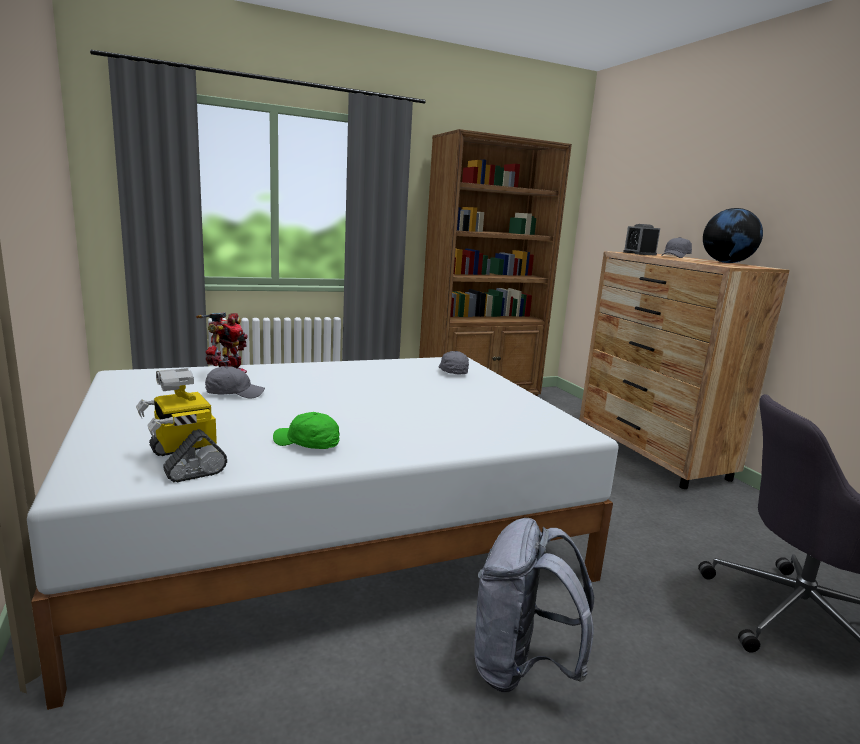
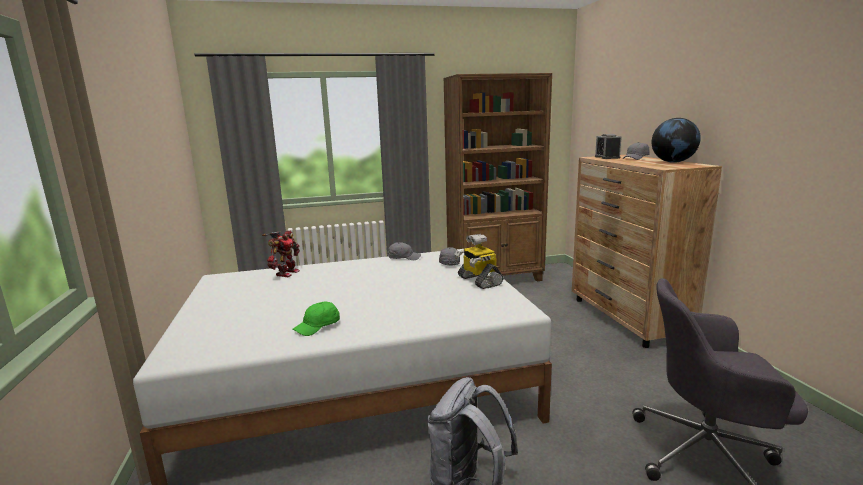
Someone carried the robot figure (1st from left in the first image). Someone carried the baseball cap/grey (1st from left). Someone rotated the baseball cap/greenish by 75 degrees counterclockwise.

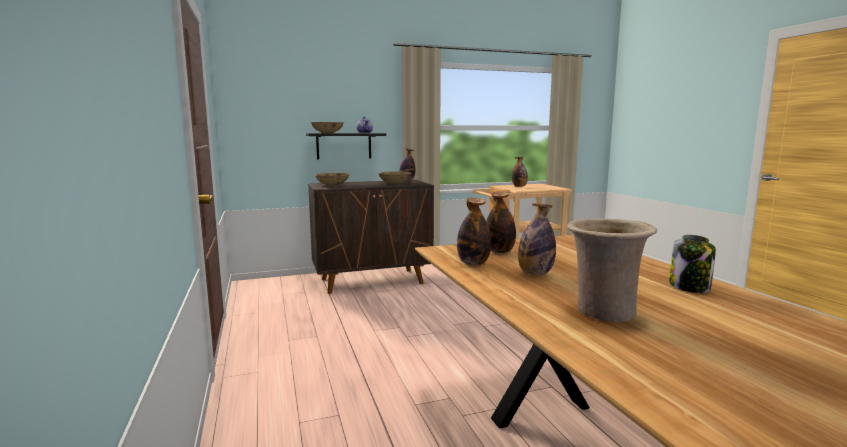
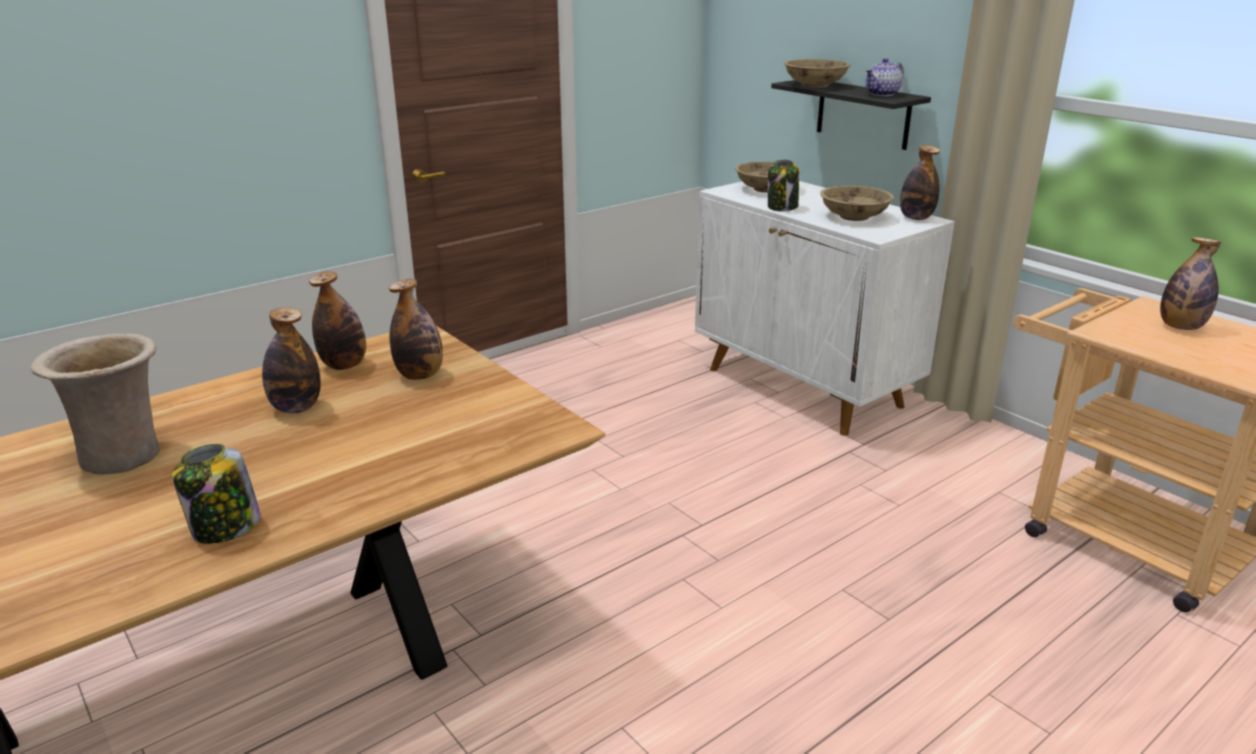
Someone repainted the cabinet/brown, which became the cabinet/white. Someone put down the storage jar (2nd from left).

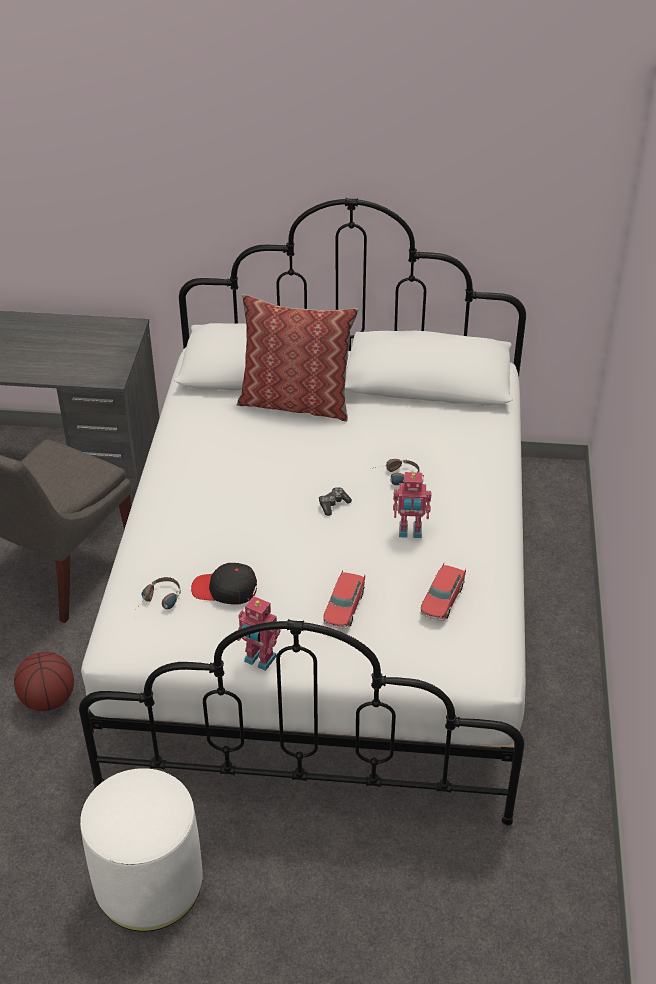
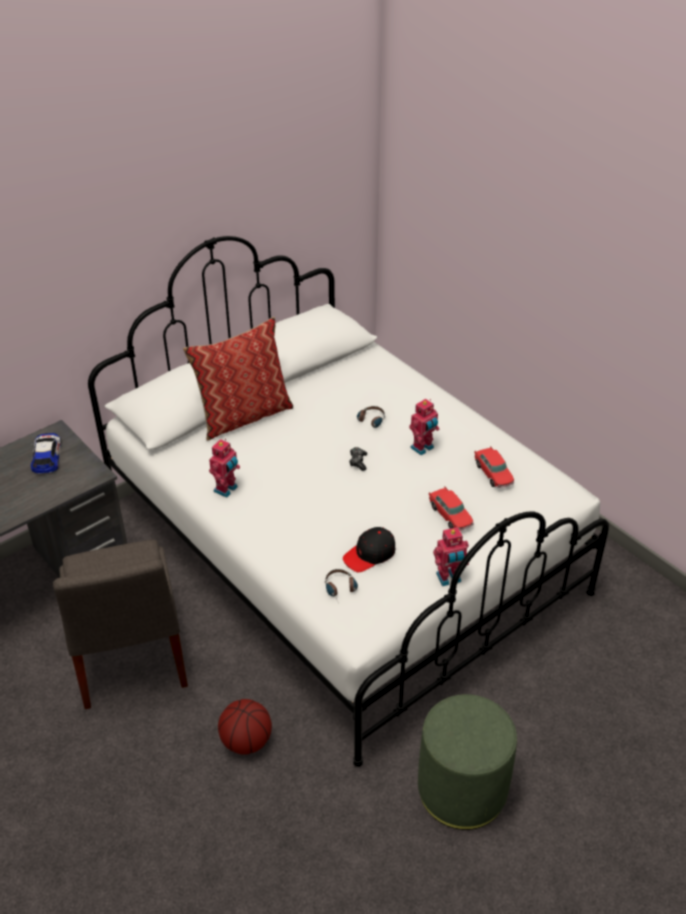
Someone repainted the footrest/white, which became the footrest/greenish. Someone put down the model car (1st from left). Someone put down the robot figure (1st from left).

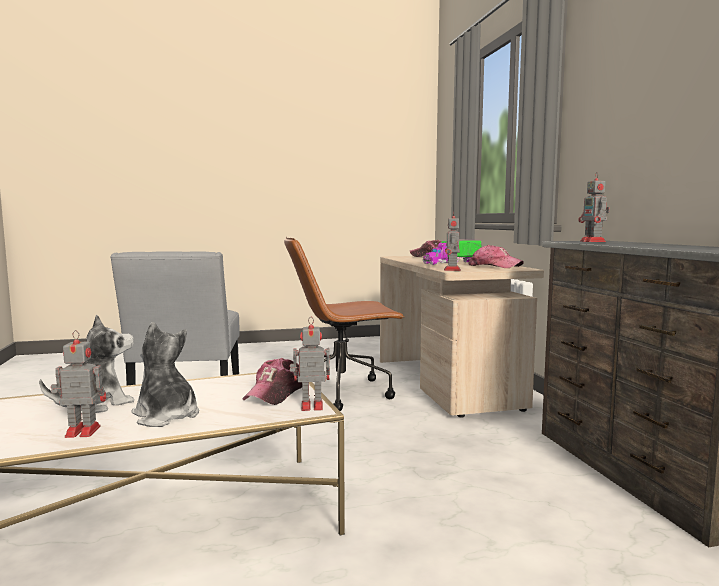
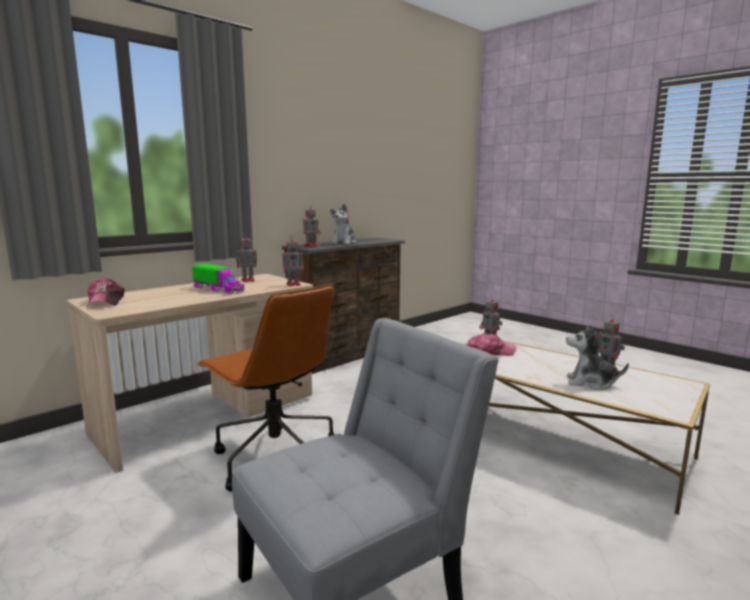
Someone carried the plush toy (2nd from left in the first image). Someone swapped the baseball cap (3rd from left) for the robot figure (1st from left).

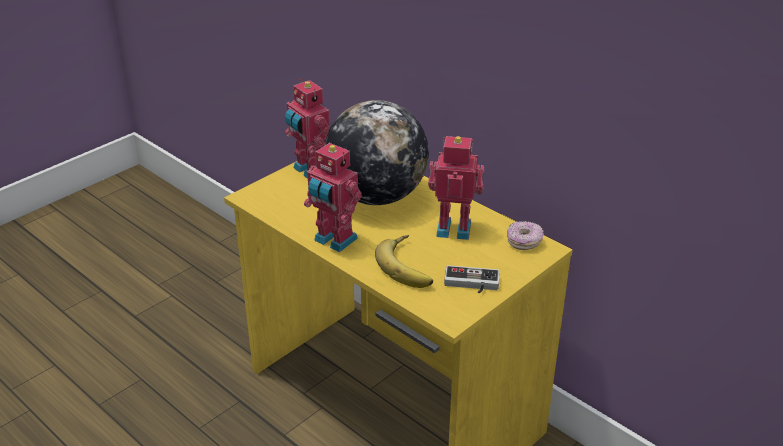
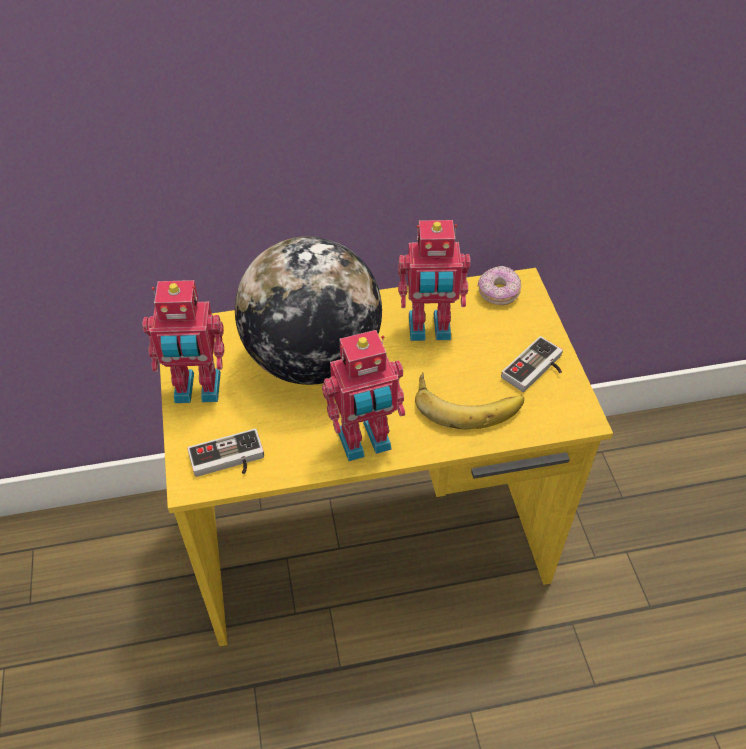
Someone rotated the robot figure (3rd from left) by 135 degrees counterclockwise. Someone put down the joypad (1st from left).

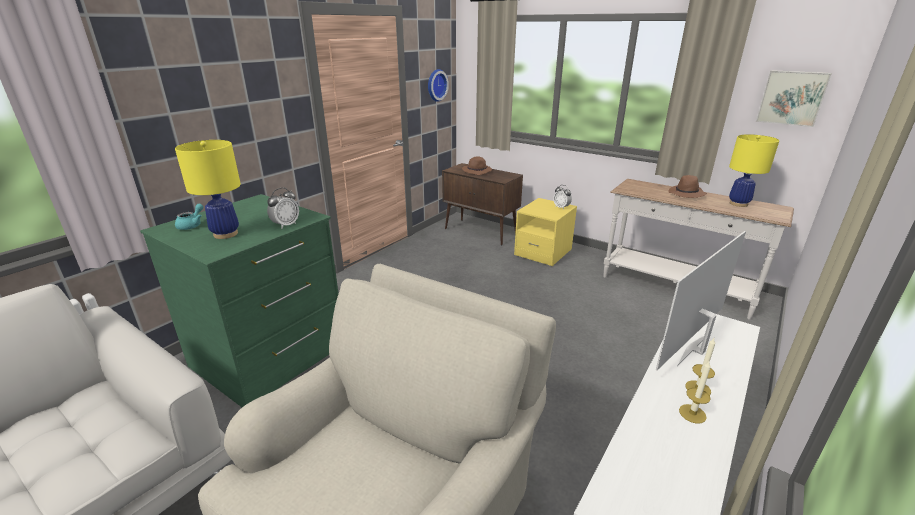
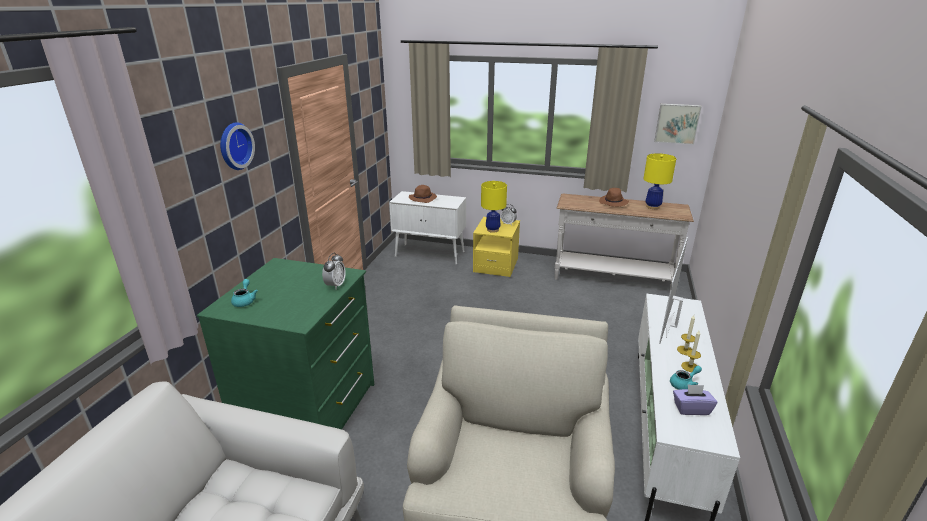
Someone carried the table lamp/yellow-coloured (1st from left). Someone carried the wall clock. Someone repainted the cabinet/brown, which became the cabinet/white. Someone put down the teapot/turquoise (2nd from left). Someone put down the box of tissues/purple.

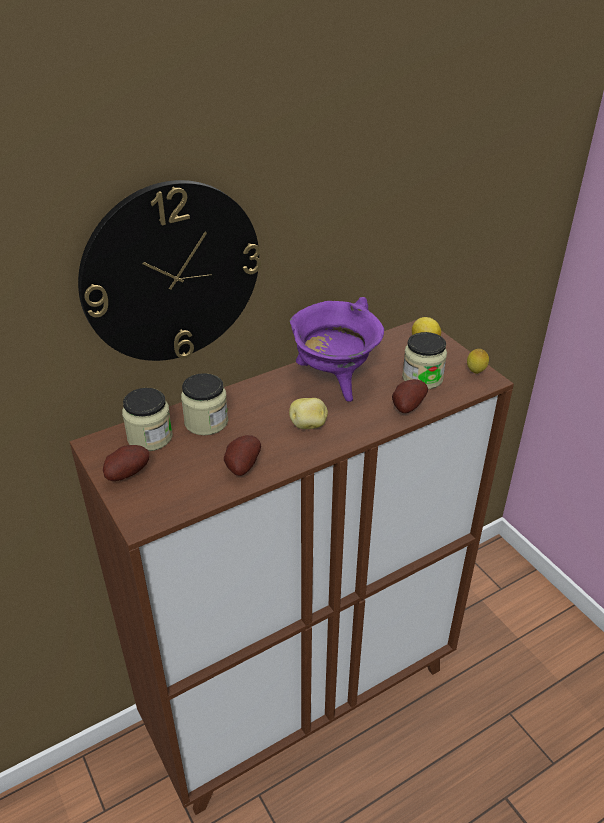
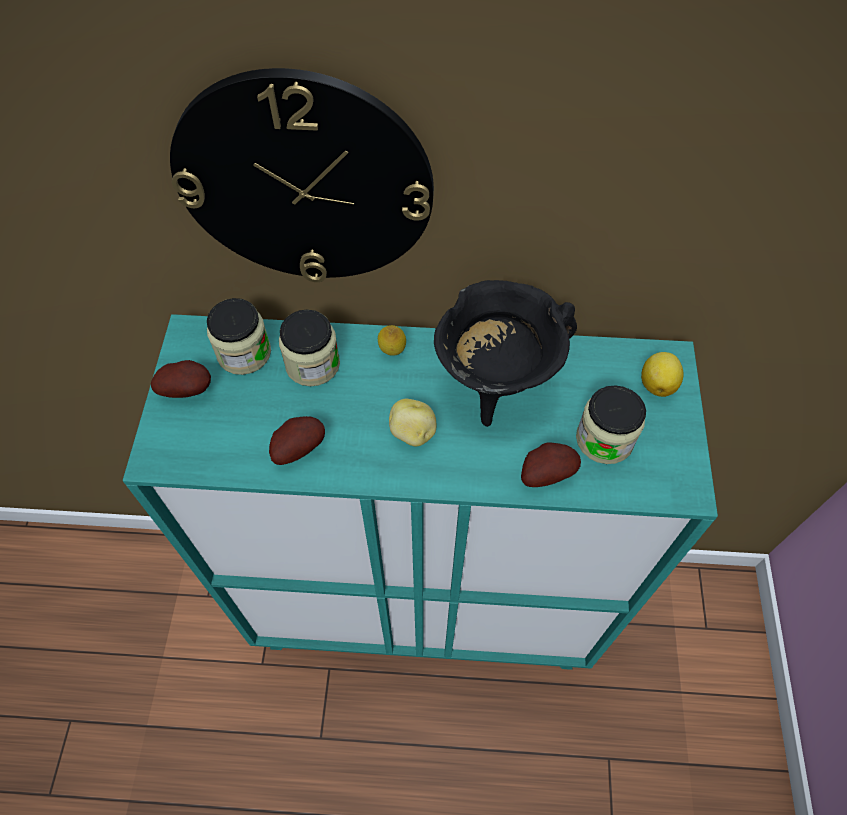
Someone repainted the cabinet/brown, which became the cabinet/turquoise. Someone repainted the stockpot/purple, which became the stockpot/black-coloured. Someone carried the whole lemon (2nd from left in the first image).

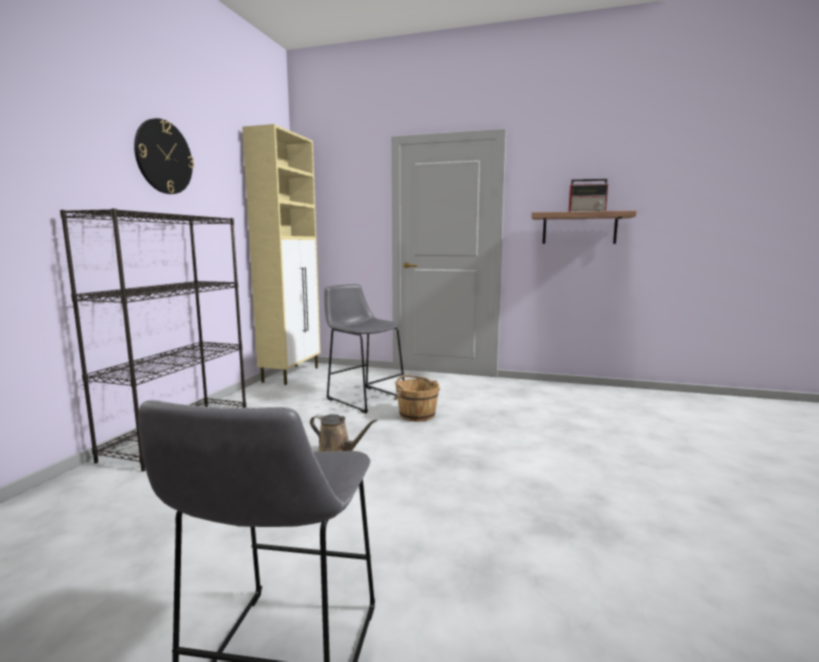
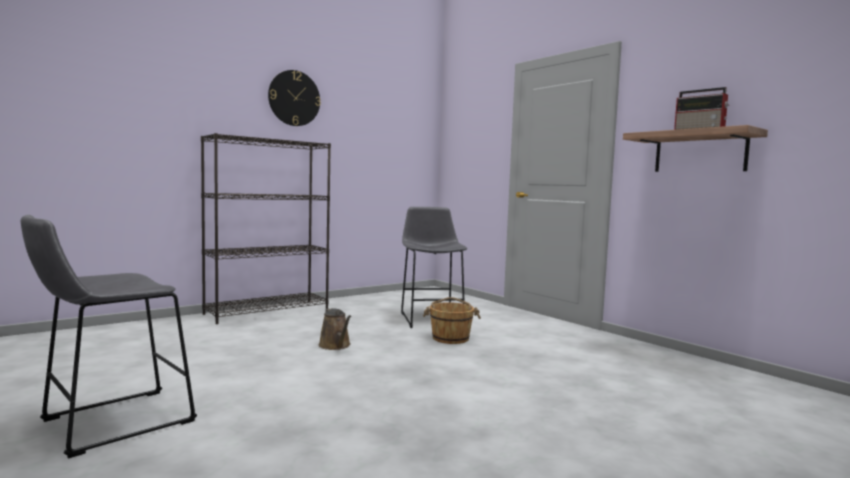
Someone took away the cabinet/beige.

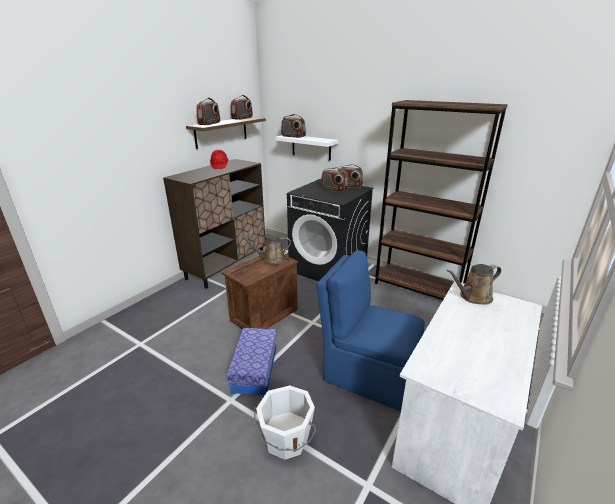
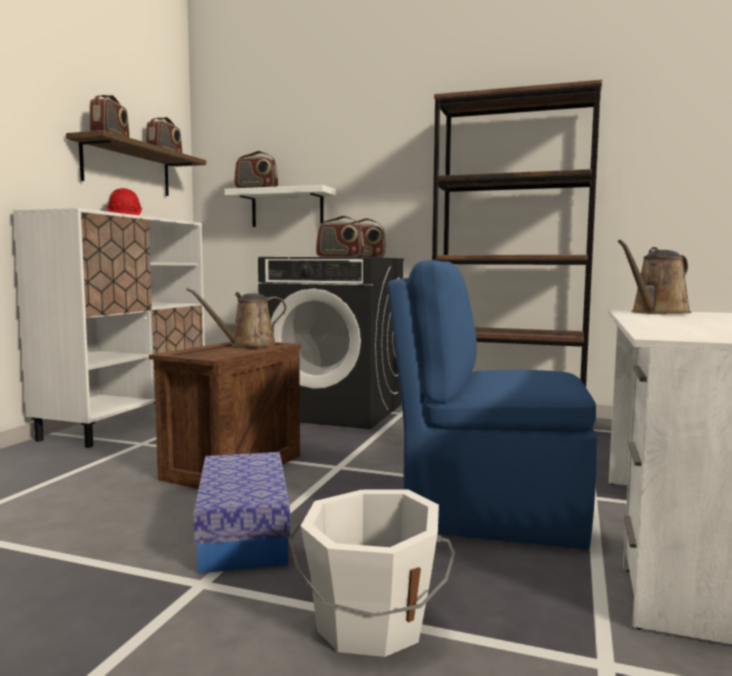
Someone repainted the cabinet/brown, which became the cabinet/white.

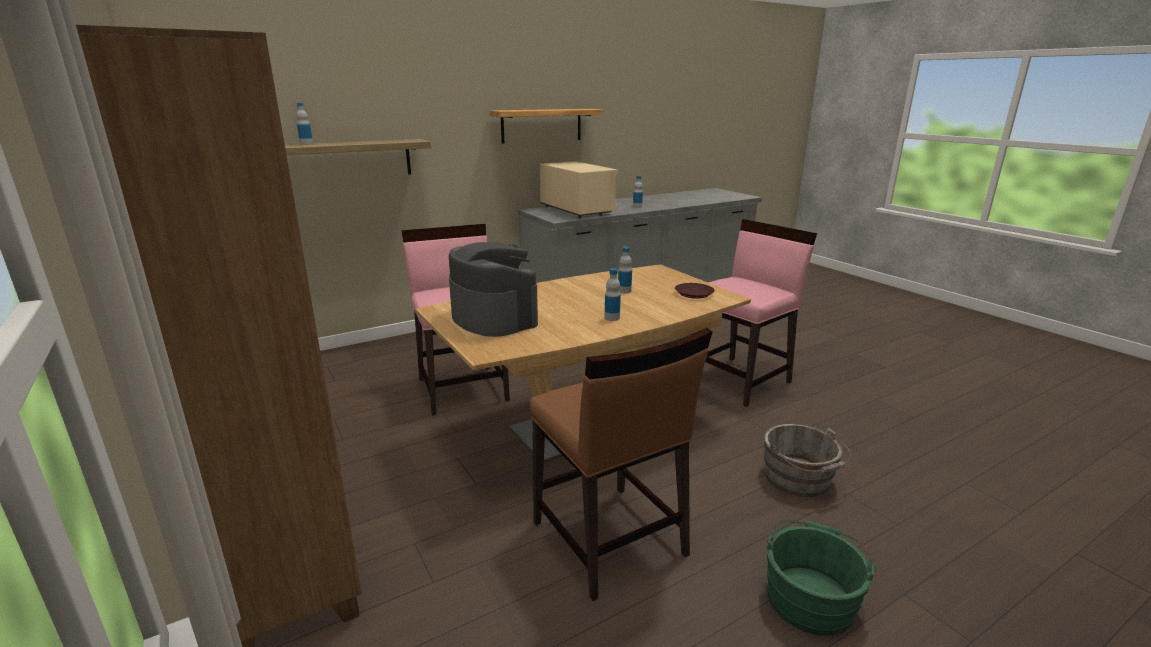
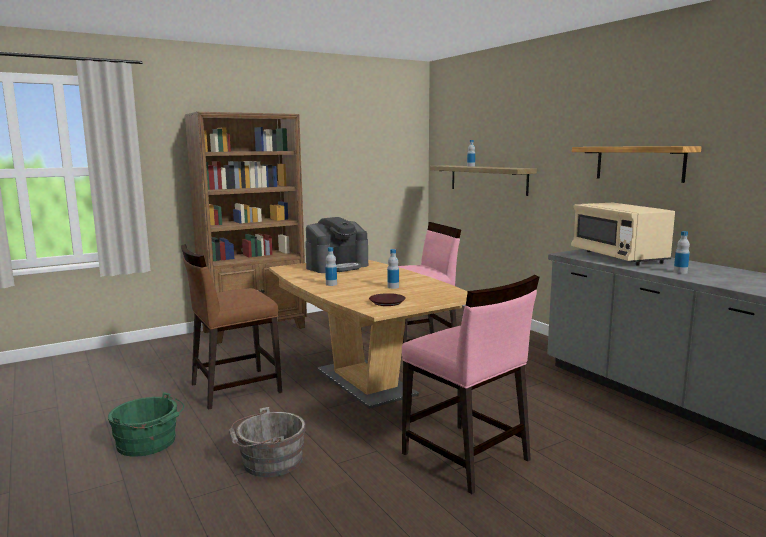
Someone rotated the kitchen microwave/beige by 105 degrees clockwise.

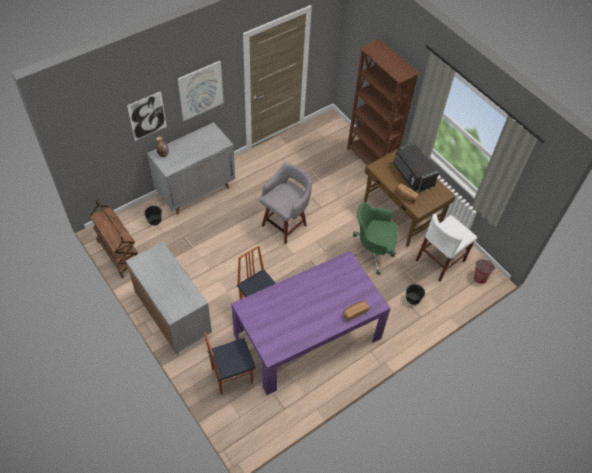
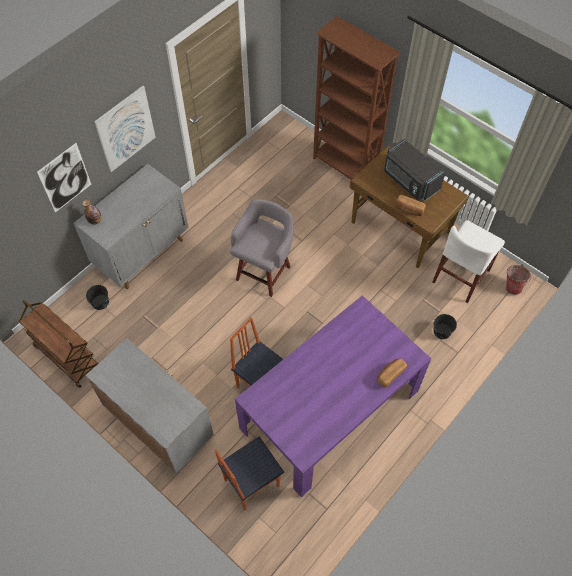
Someone took away the desk chair/greenish.

